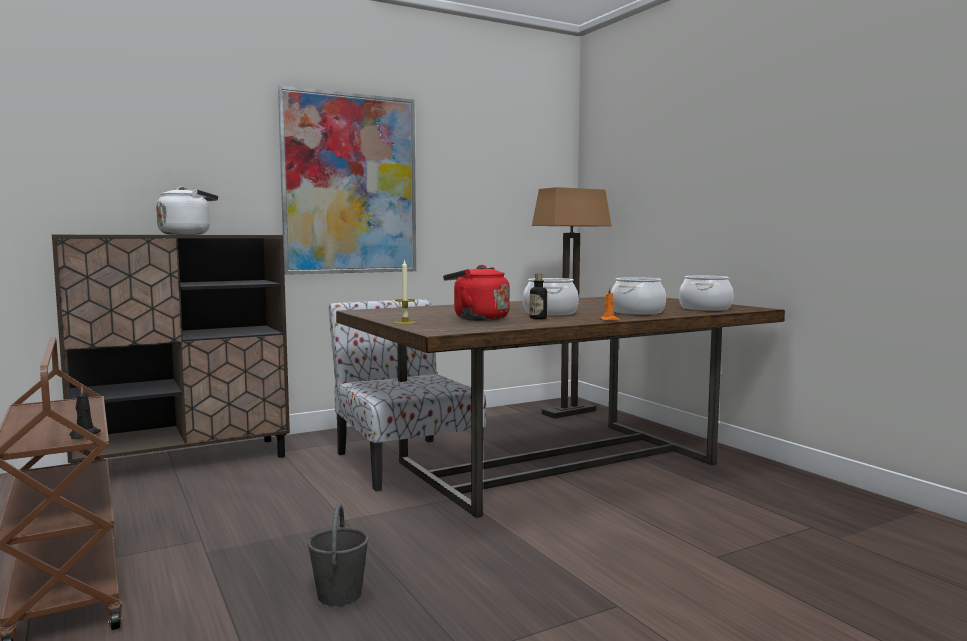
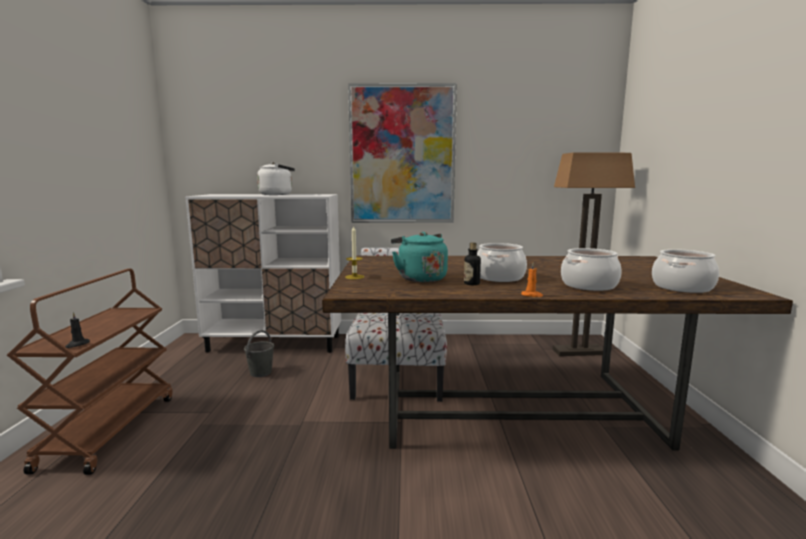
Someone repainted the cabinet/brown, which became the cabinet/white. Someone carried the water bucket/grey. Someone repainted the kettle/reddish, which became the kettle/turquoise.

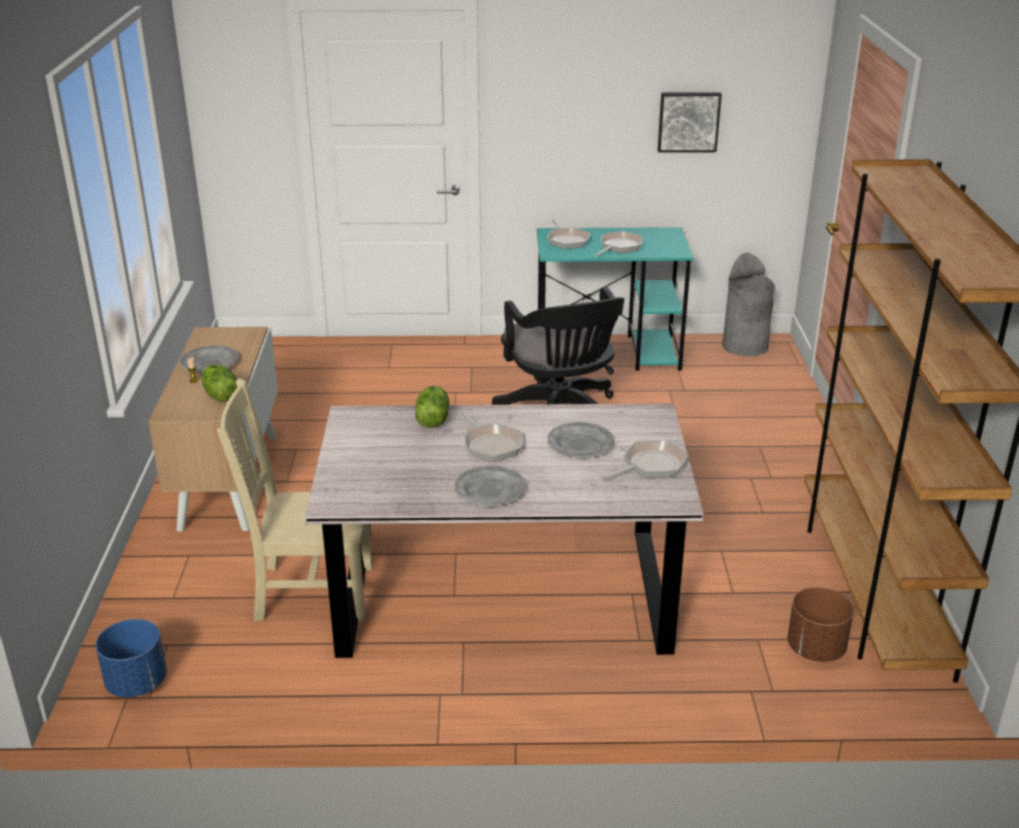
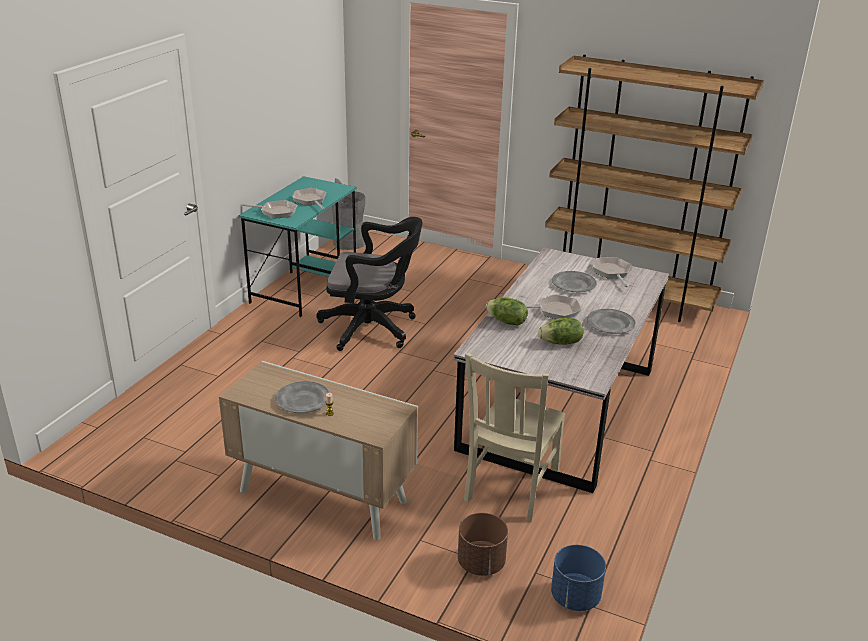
Someone carried the lettuce (1st from left in the first image). Someone took away the wall picture. Someone carried the flower pot/brown.

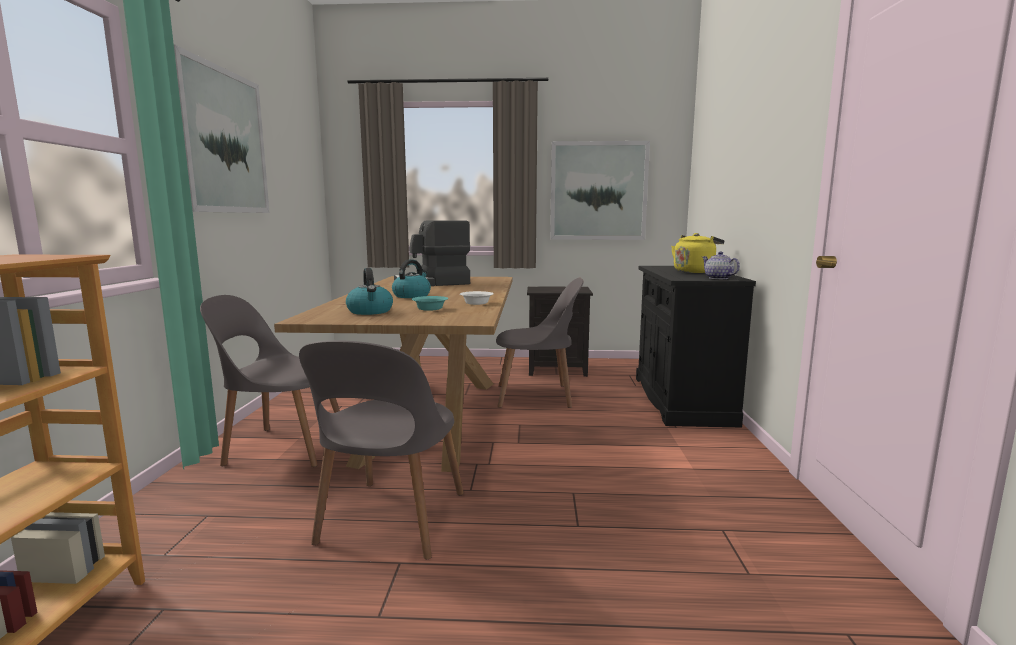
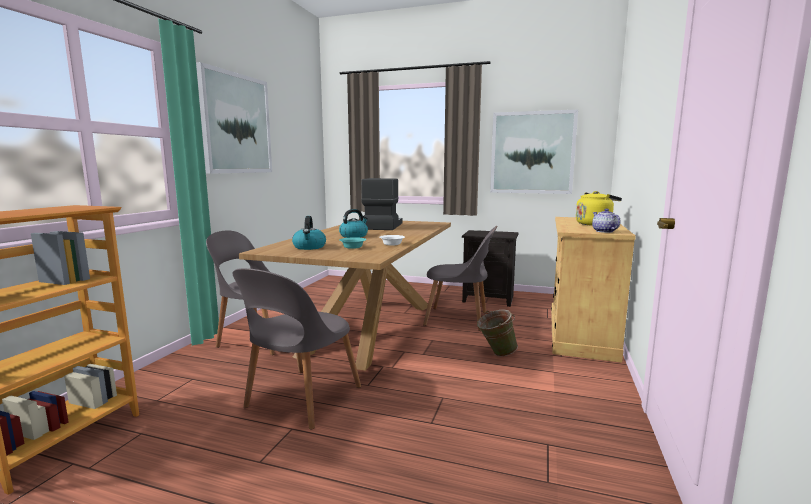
Someone rotated the coffee machine by 105 degrees clockwise. Someone repainted the cabinet/black-coloured, which became the cabinet/beige. Someone put down the water bucket/greenish.

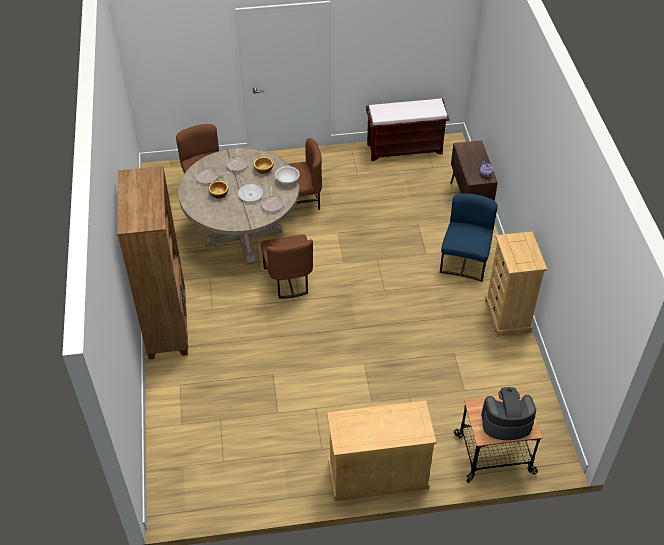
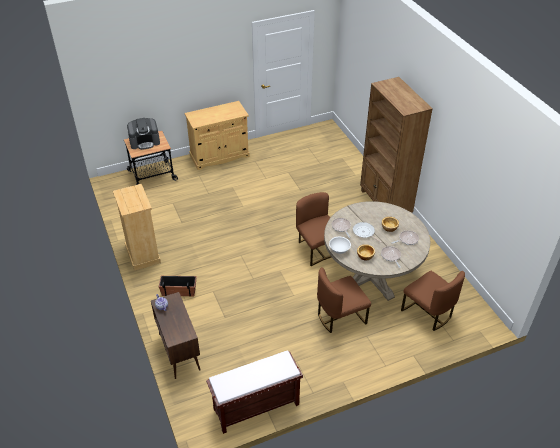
Someone swapped the upright chair/blue for the flower pot.

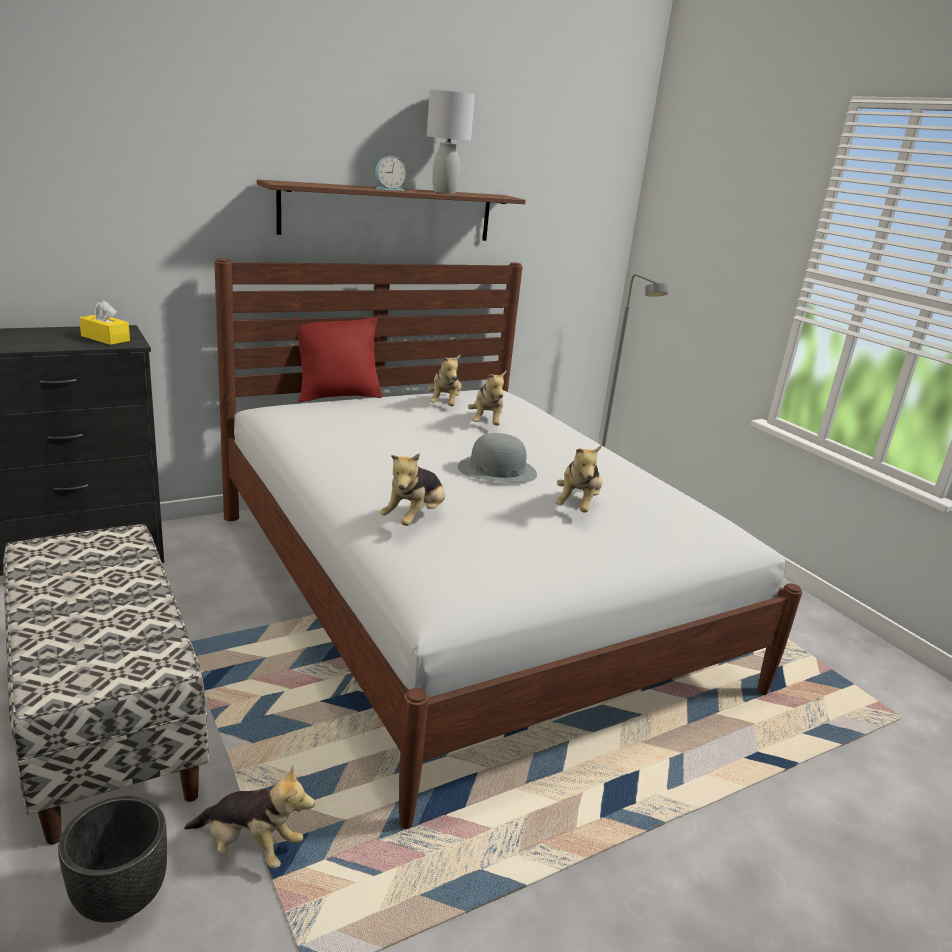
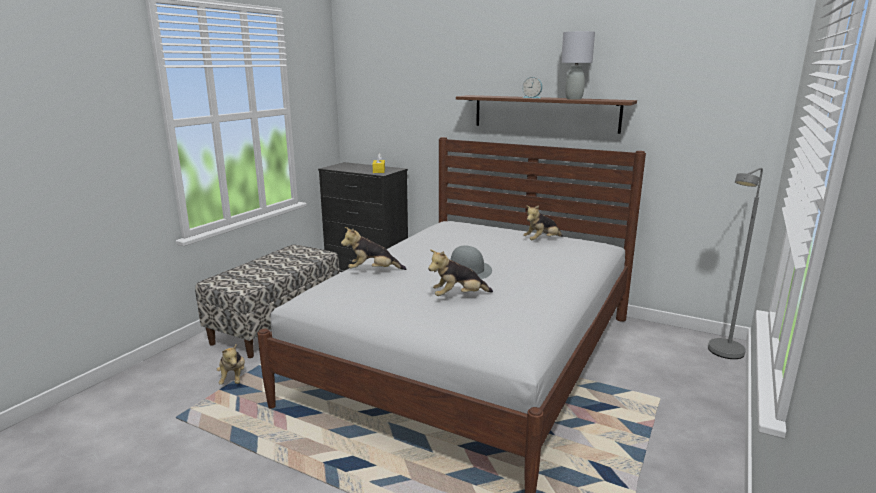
Someone took away the flower pot/black-coloured. Someone took away the cushion/reddish. Someone took away the plush toy (4th from left).

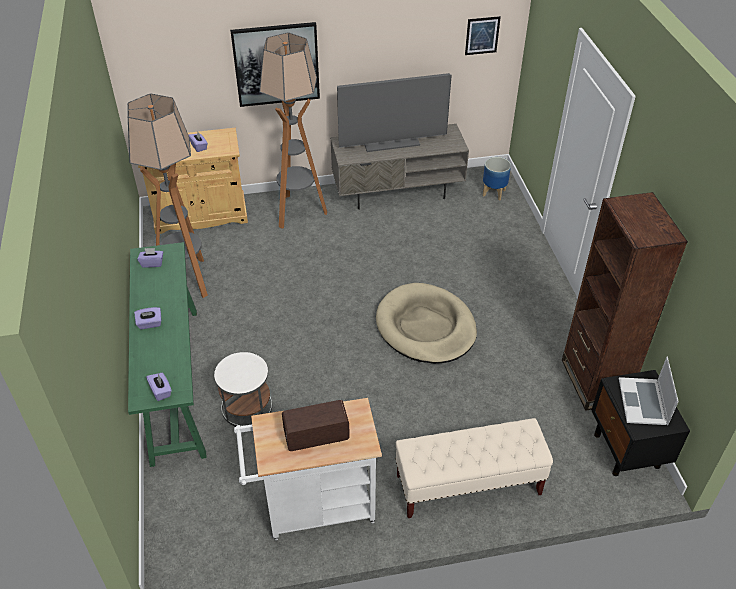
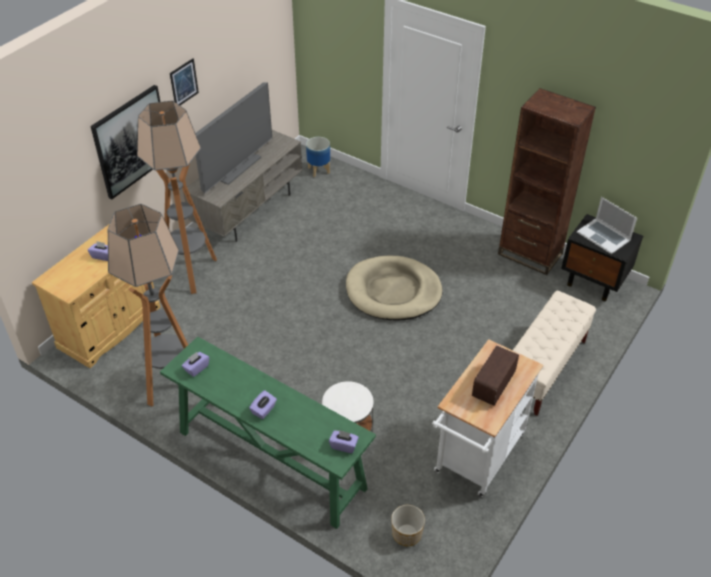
Someone carried the wall picture (2nd from left). Someone put down the flower pot (2nd from left).

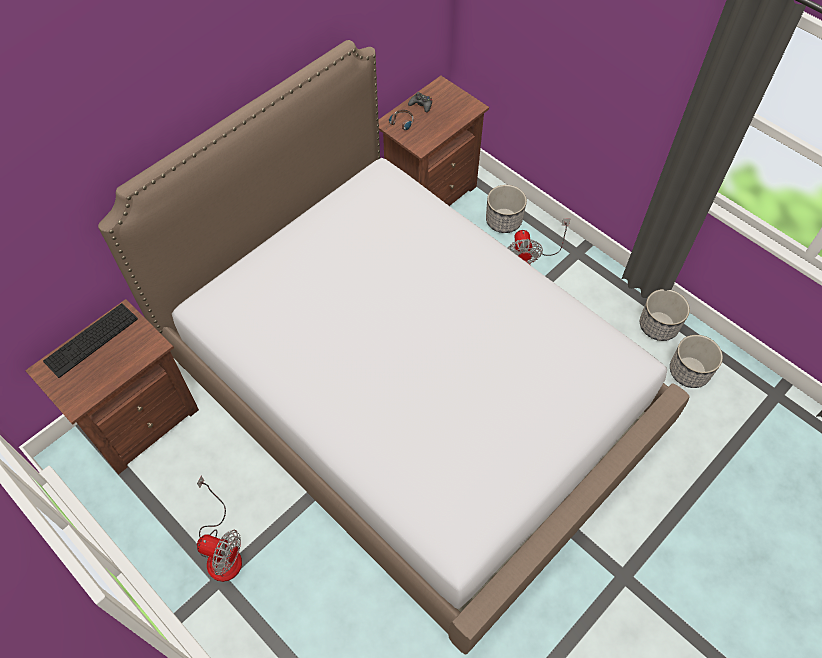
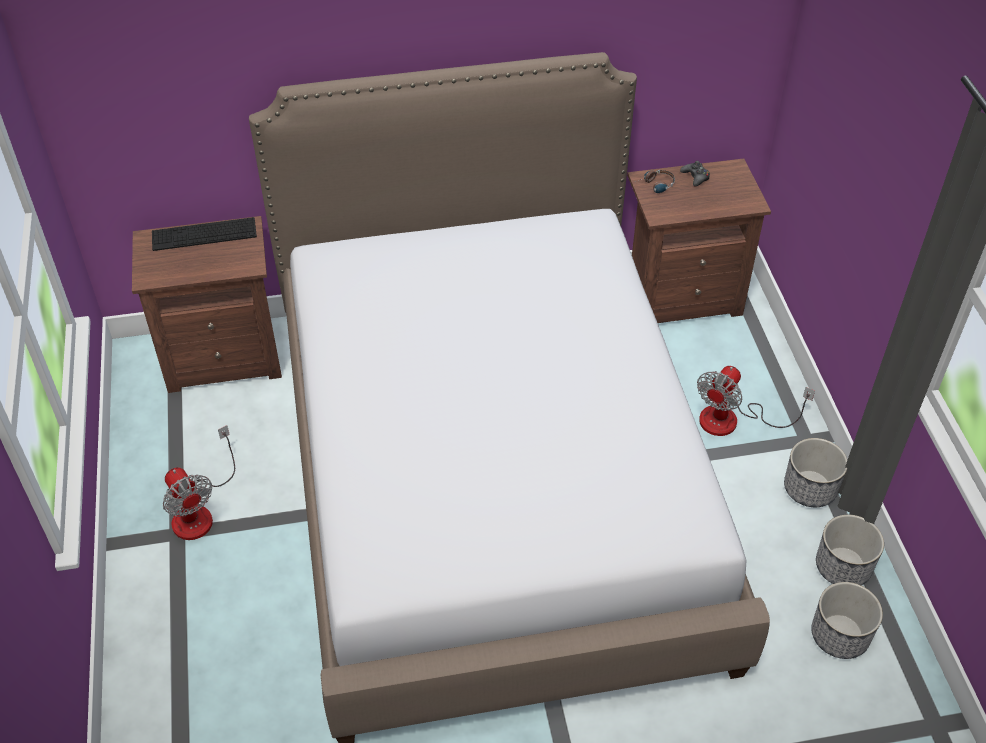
Someone carried the flower pot (1st from left).

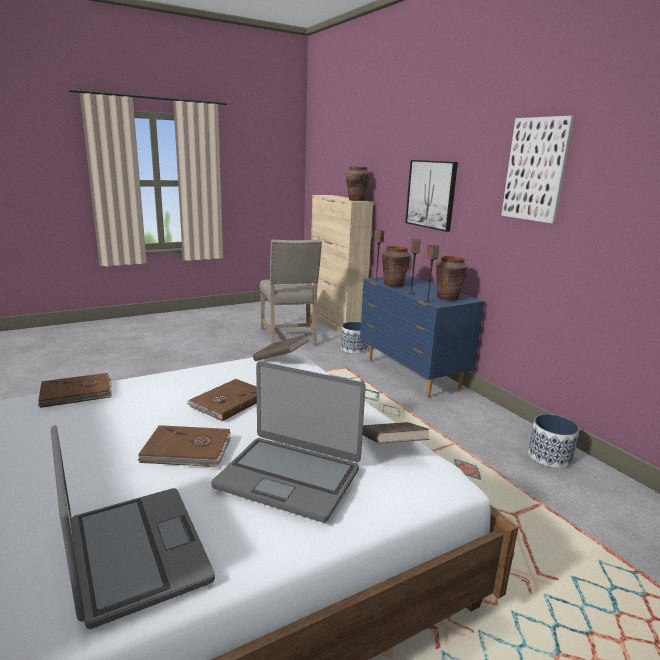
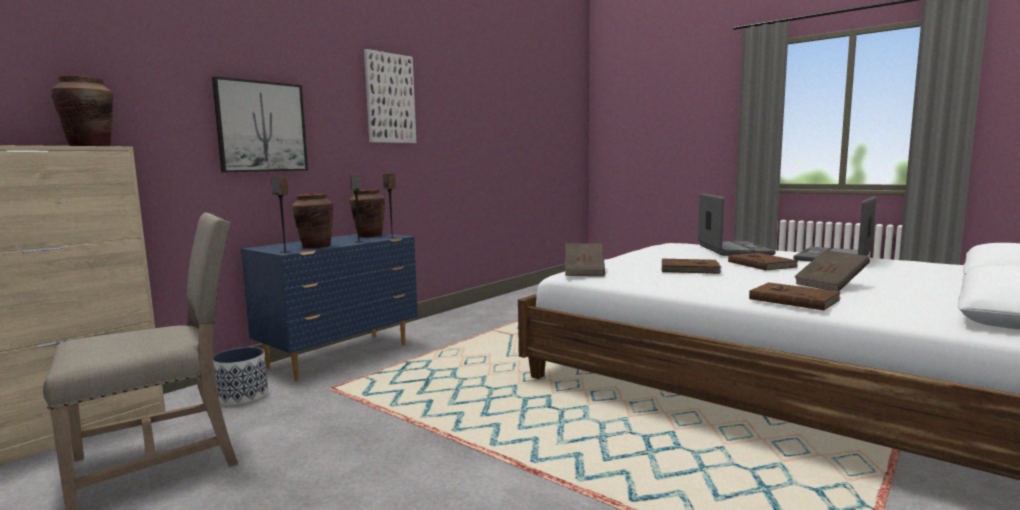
Someone carried the bound book/brown (5th from left). Someone took away the flower pot (2nd from left).

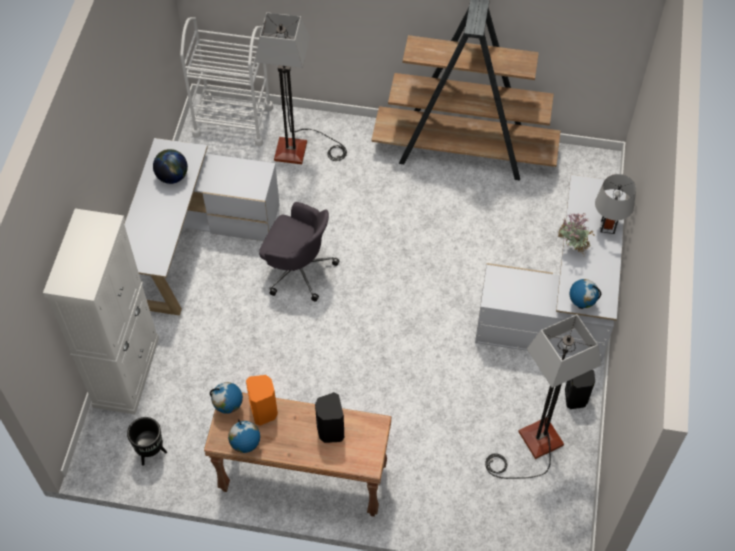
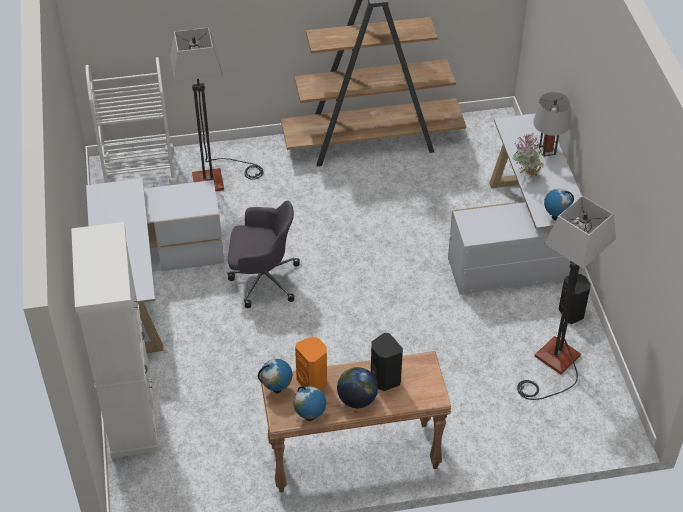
Someone took away the flower pot/black-coloured. Someone carried the desk globe (1st from left in the first image).

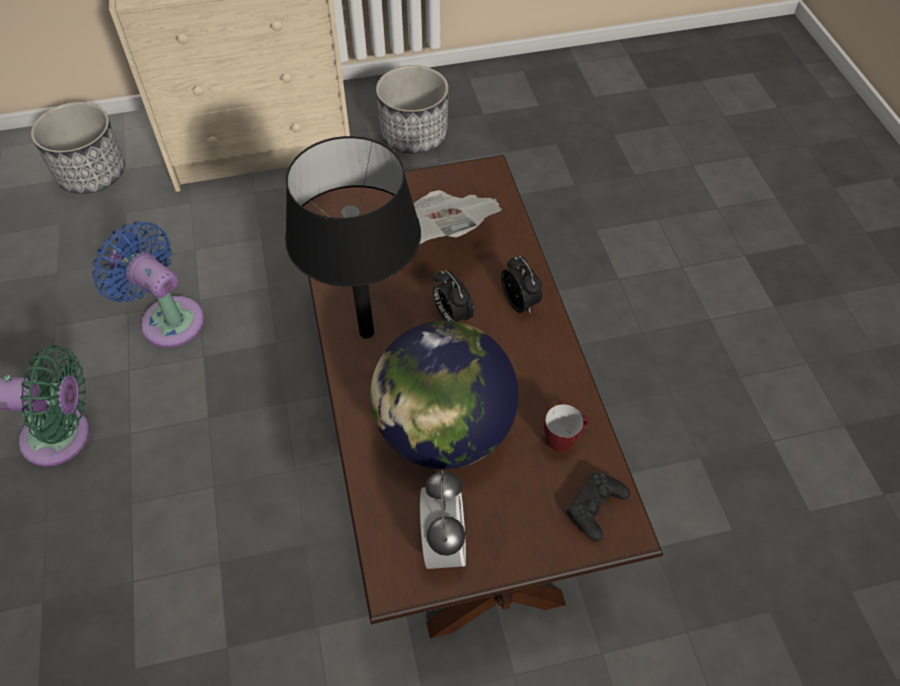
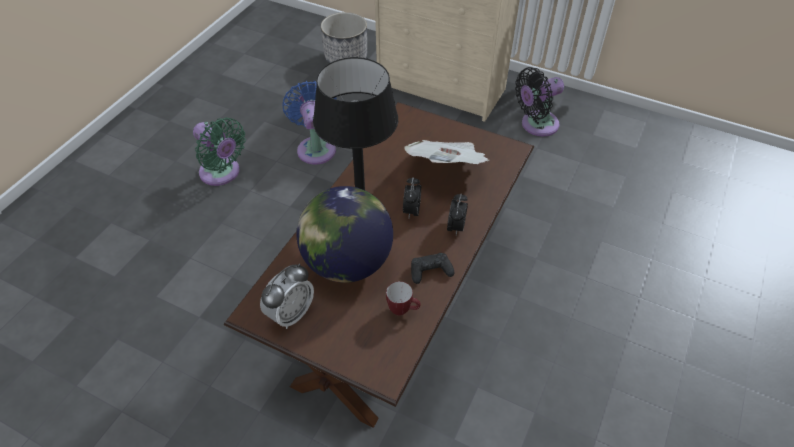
Someone swapped the flower pot (2nd from left) for the fan/black-coloured. Someone carried the joypad/black-coloured.

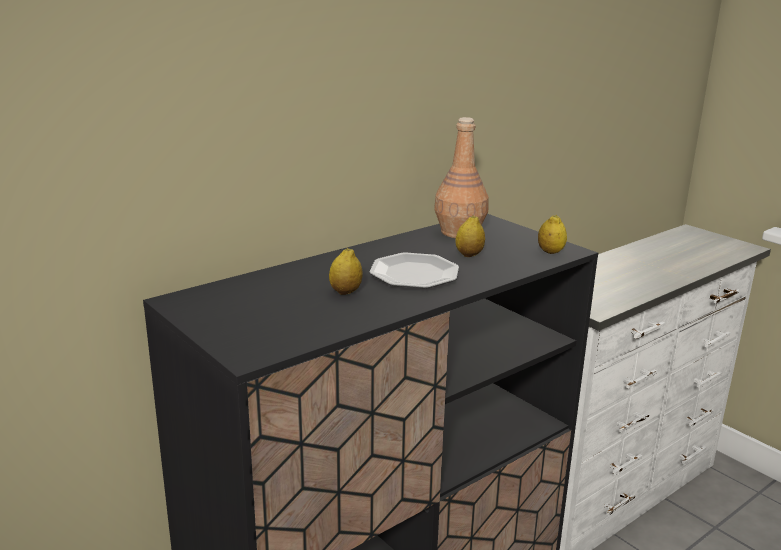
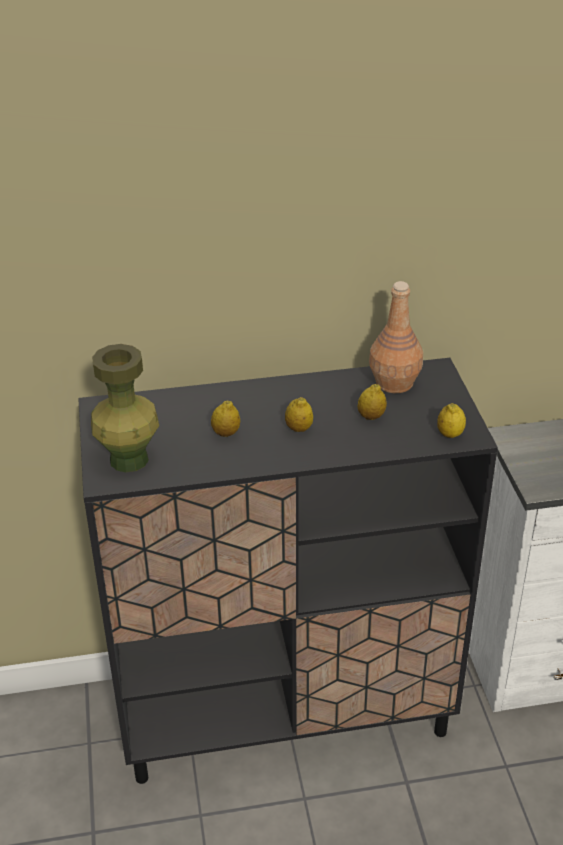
Someone swapped the plate for the whole lemon (2nd from left). Someone put down the decorative vase/greenish.

